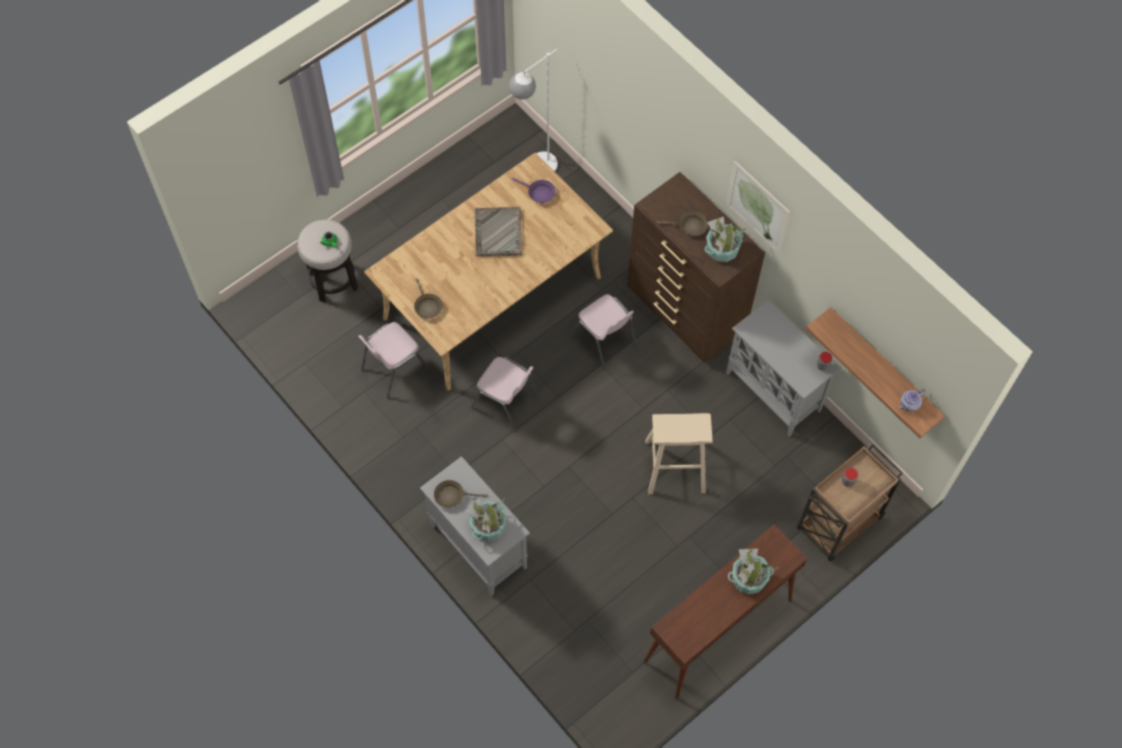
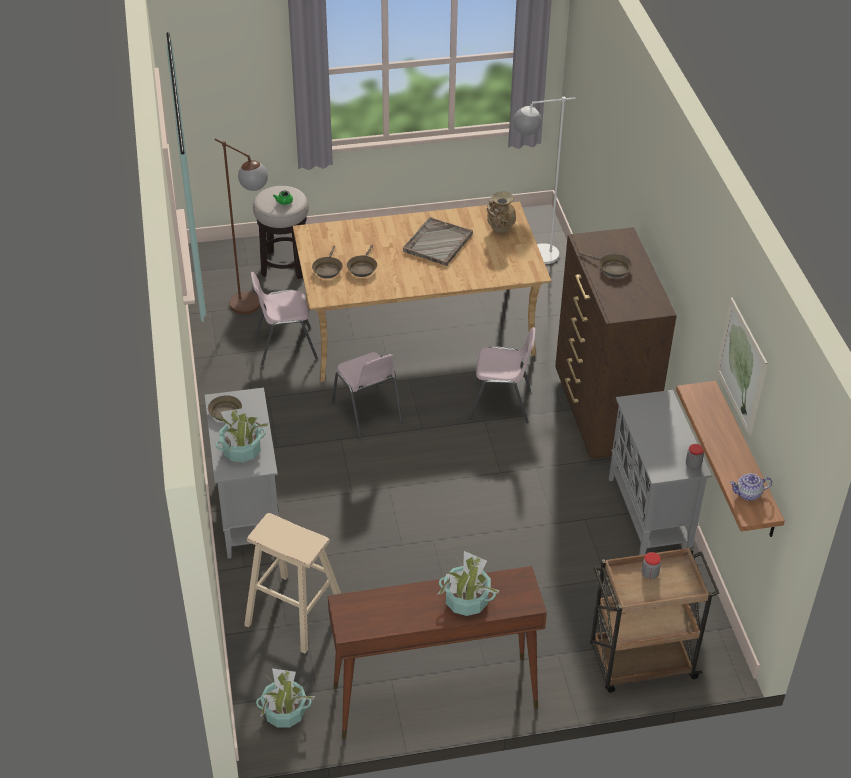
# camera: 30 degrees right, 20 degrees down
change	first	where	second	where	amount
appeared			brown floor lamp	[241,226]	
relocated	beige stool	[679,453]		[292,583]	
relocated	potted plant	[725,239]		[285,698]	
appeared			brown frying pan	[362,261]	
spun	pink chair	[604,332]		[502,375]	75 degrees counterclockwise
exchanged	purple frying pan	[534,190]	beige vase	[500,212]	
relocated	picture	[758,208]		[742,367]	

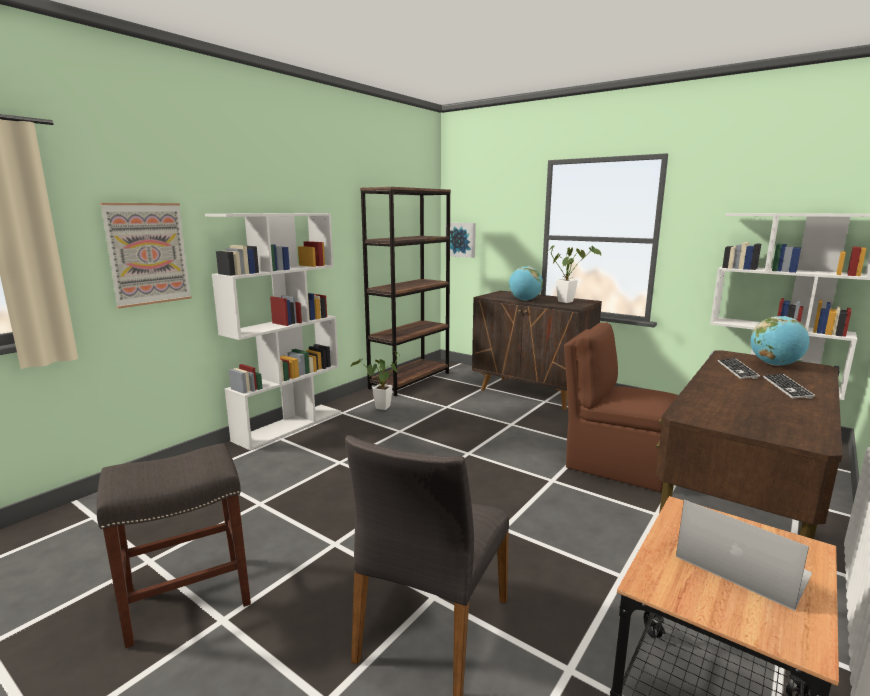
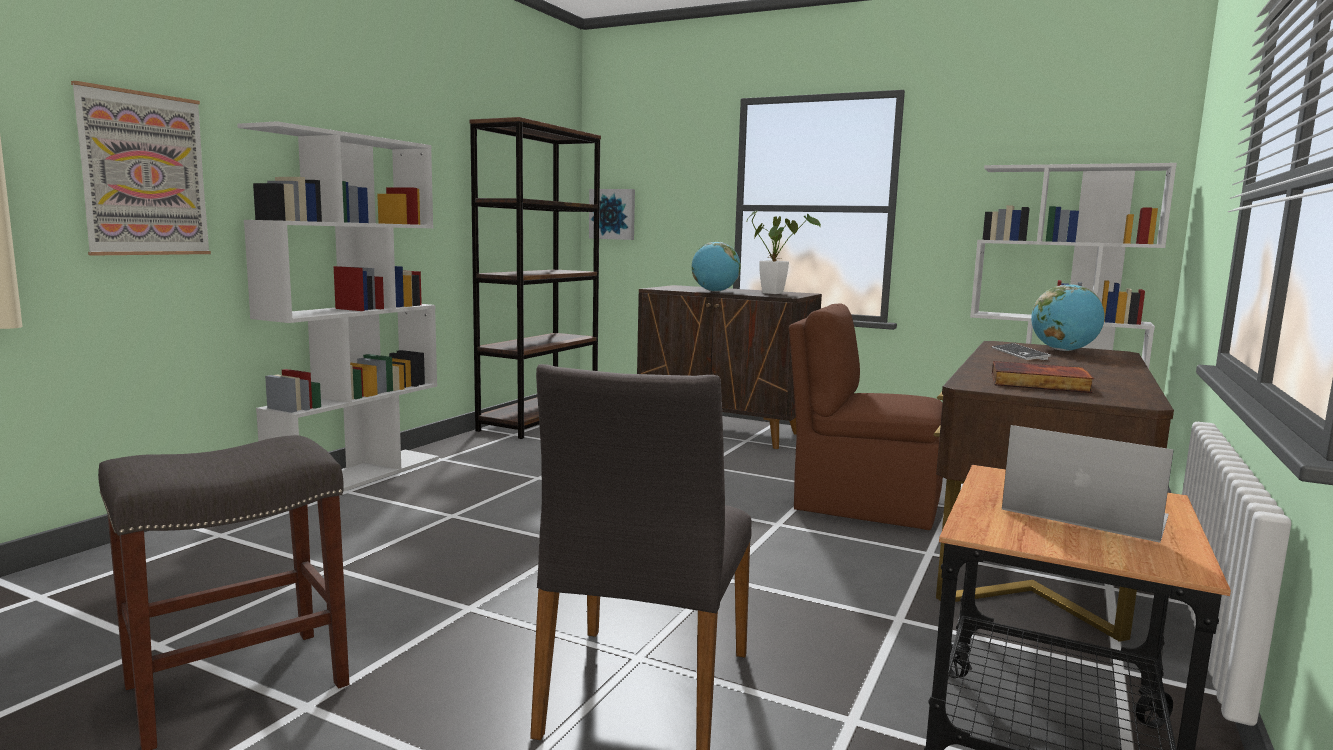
# camera: 10 degrees left, 5 degrees down
change	first	where	second	where	amount
appeared			book	[1043,377]	
missing	potted plant	[375,380]			
missing	keyboard	[789,386]			

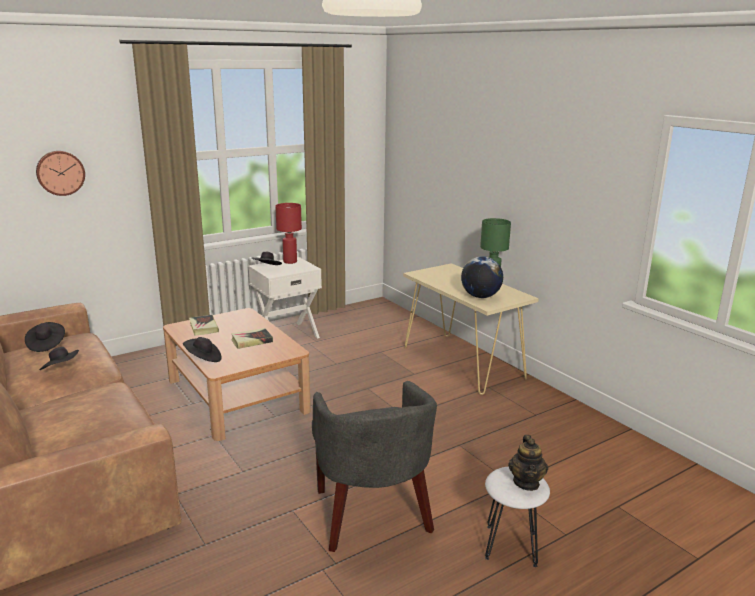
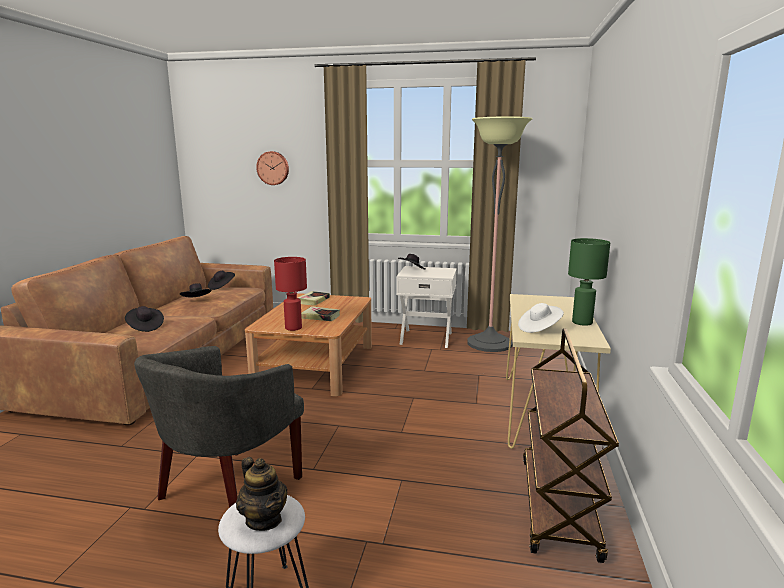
# camera: 45 degrees right, 5 degrees down
change	first	where	second	where	amount
relocated	black hat	[202,349]		[144,319]	
spun	teapot	[528,463]		[262,494]	90 degrees counterclockwise
relocated	red table lamp	[288,233]		[290,294]	
appeared			floor lamp	[499,234]	
exchanged	globe	[482,277]	white hat	[541,318]	
appeared			brown cart	[571,445]	

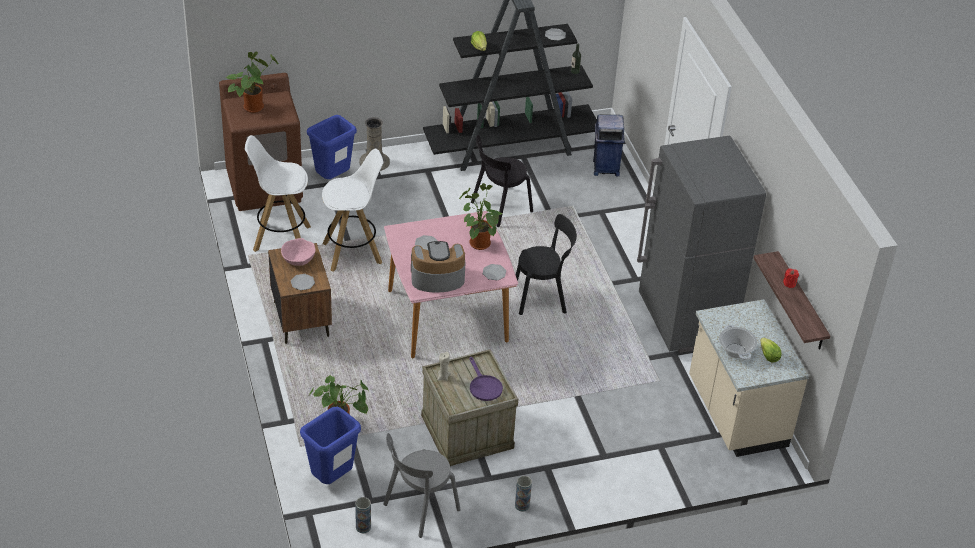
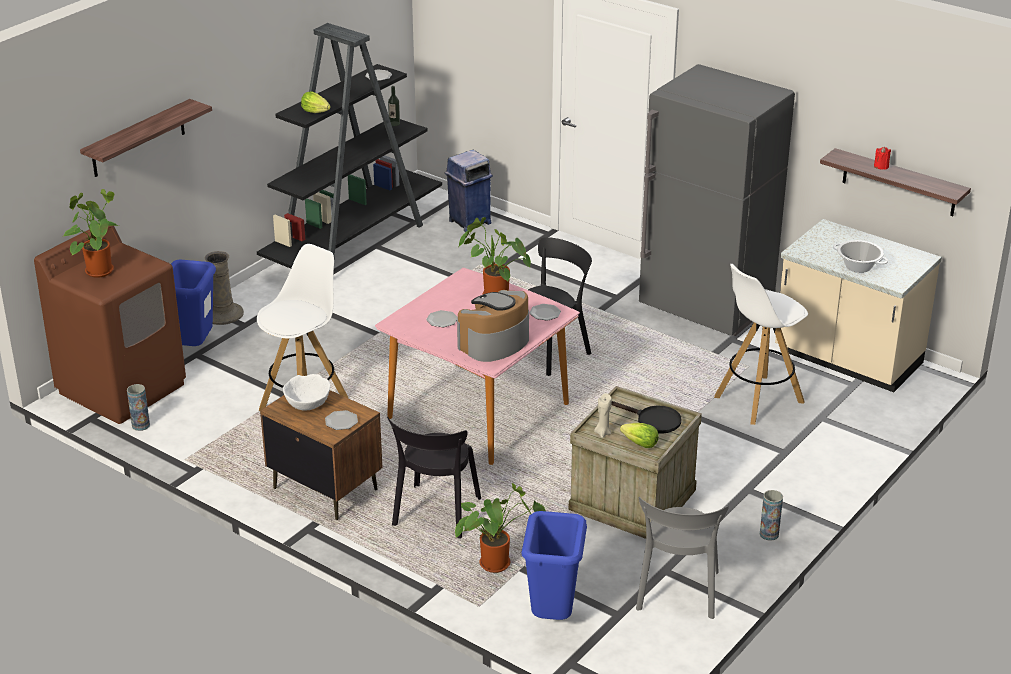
# camera: 35 degrees left, 10 degrees down
change	first	where	second	where	amount
appeared			shelf	[146,138]	
relocated	vase	[363,515]		[138,407]	
colour	pink bowl	[298,252]	white bowl	[306,392]	
relocated	black chair	[502,181]		[434,477]	
colour	purple frying pan	[486,379]	black frying pan	[646,417]	
relocated	lettuce	[771,350]		[639,435]	
relocated	white stool	[278,193]		[761,344]	

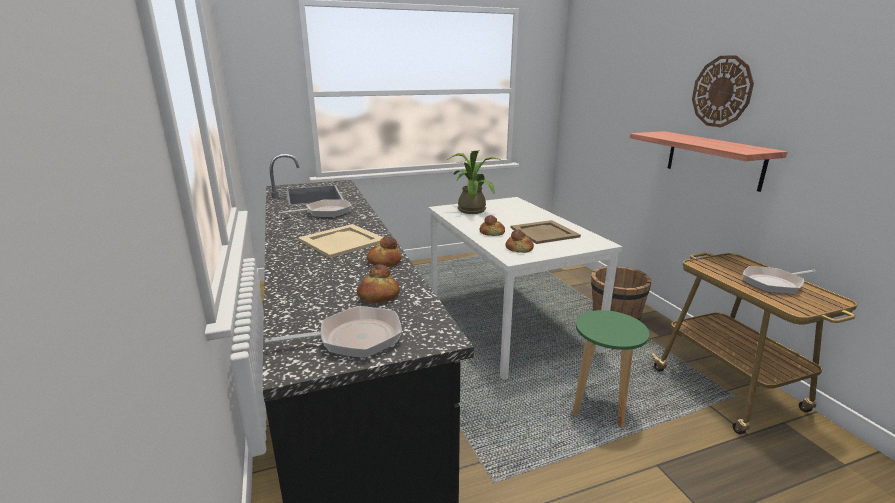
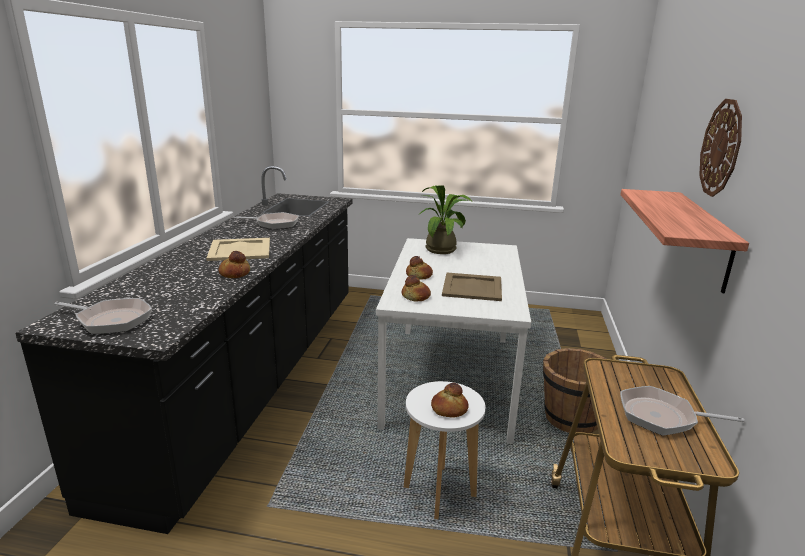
# camera: 30 degrees right, 0 degrees up
change	first	where	second	where	amount
colour	green stool	[611,369]	white stool	[445,450]	
relocated	bread	[378,283]		[450,400]	

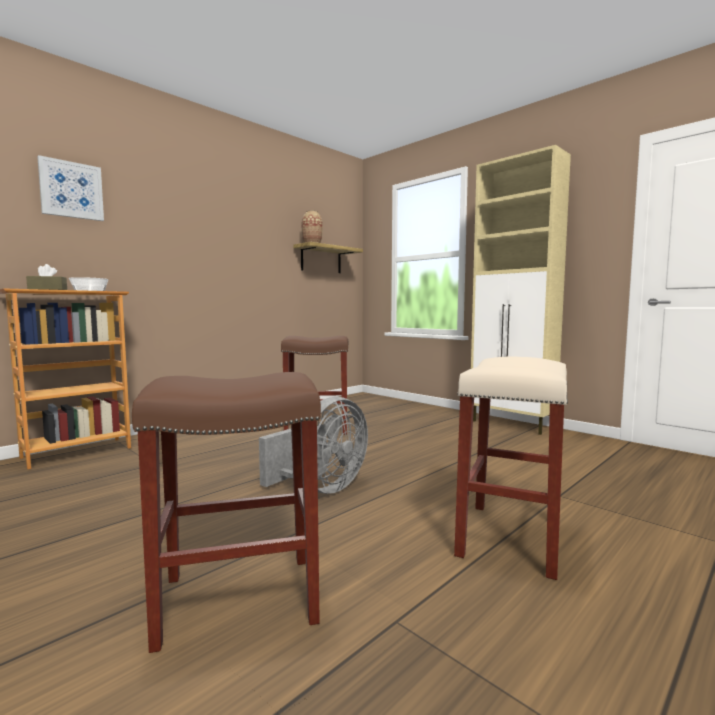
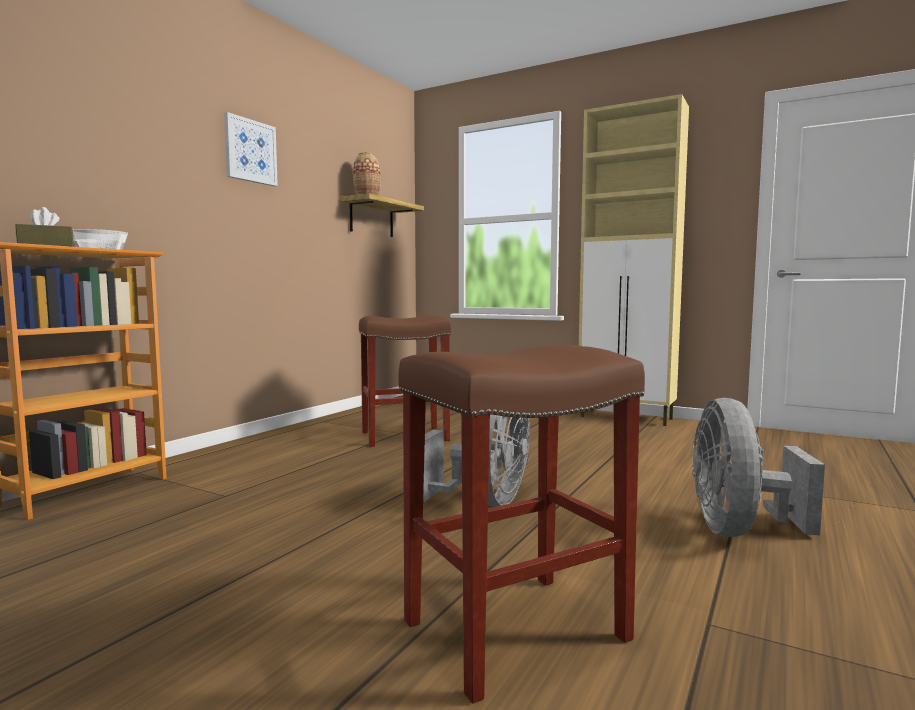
# camera: 15 degrees left, 0 degrees up
change	first	where	second	where	amount
relocated	picture	[70,188]		[251,149]	
exchanged	beige stool	[511,468]	grey fan	[758,467]	

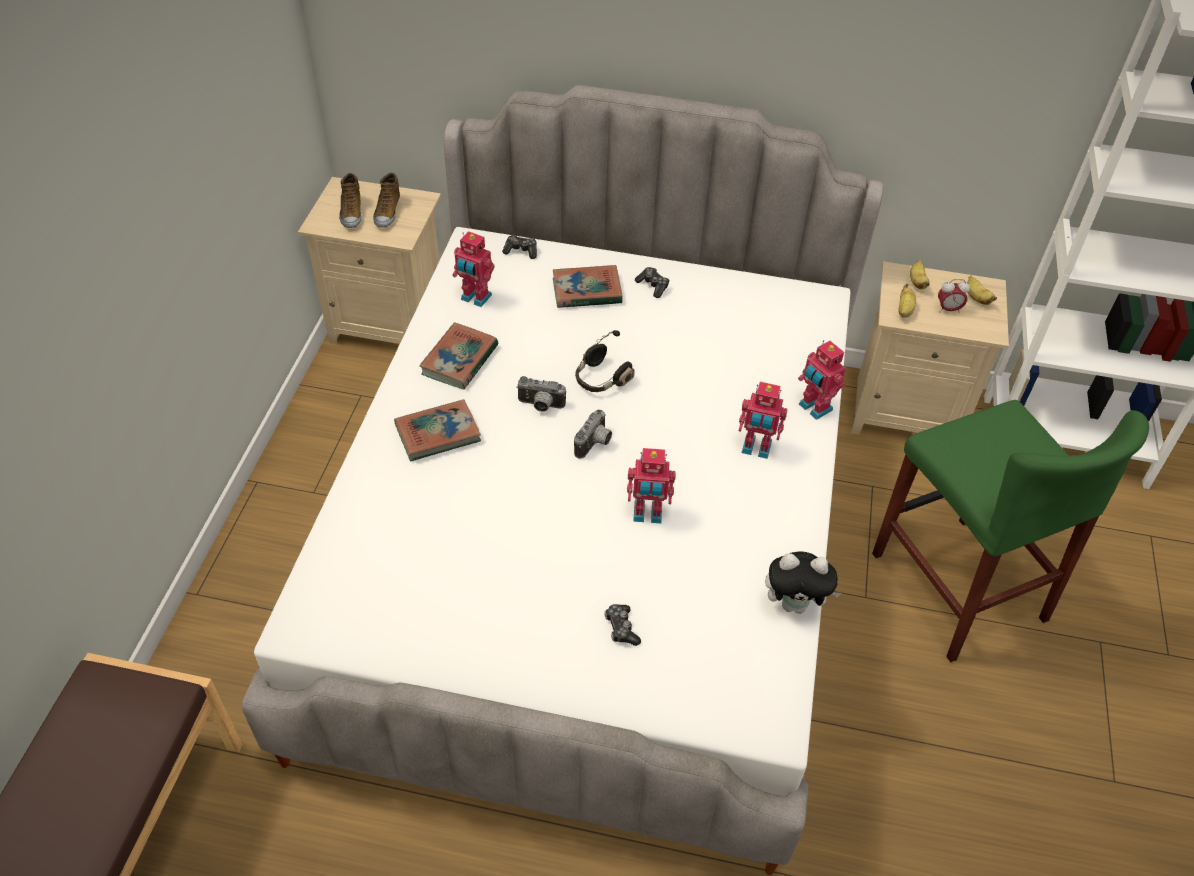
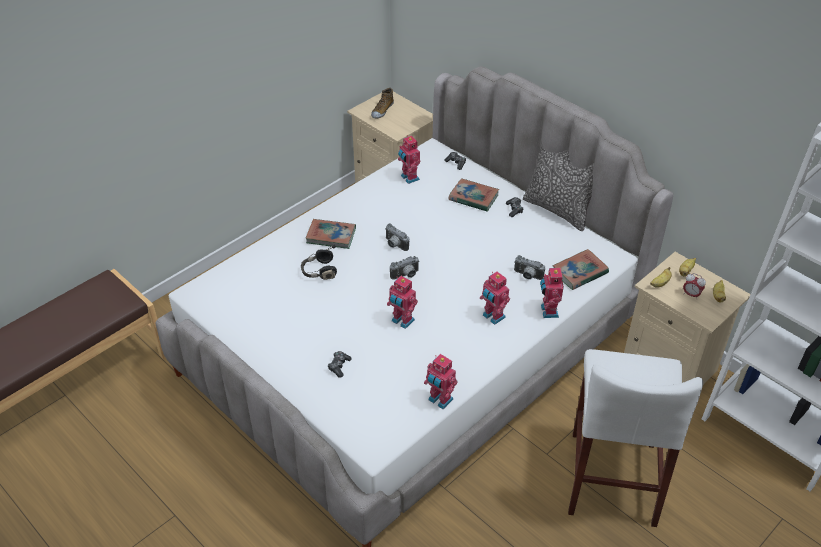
# camera: 35 degrees right, 5 degrees down
change	first	where	second	where	amount
relocated	black headphones	[605,361]		[319,262]	
exchanged	plush toy	[803,583]	toy robot	[441,381]	
appeared			photo camera	[529,267]	
appeared			pillow	[558,185]	
relocated	book	[458,355]		[580,269]	
colour	green stool	[1010,531]	white stool	[635,438]	
missing	shoe	[386,200]			

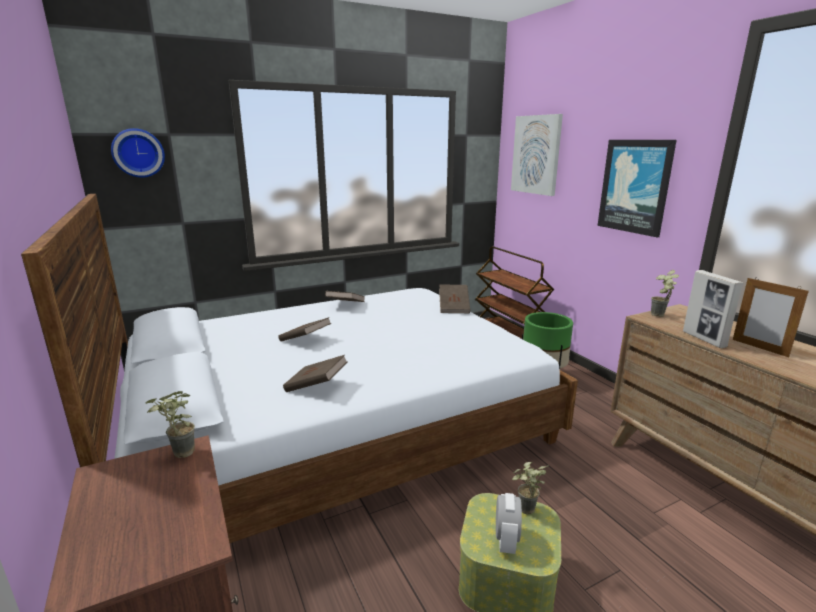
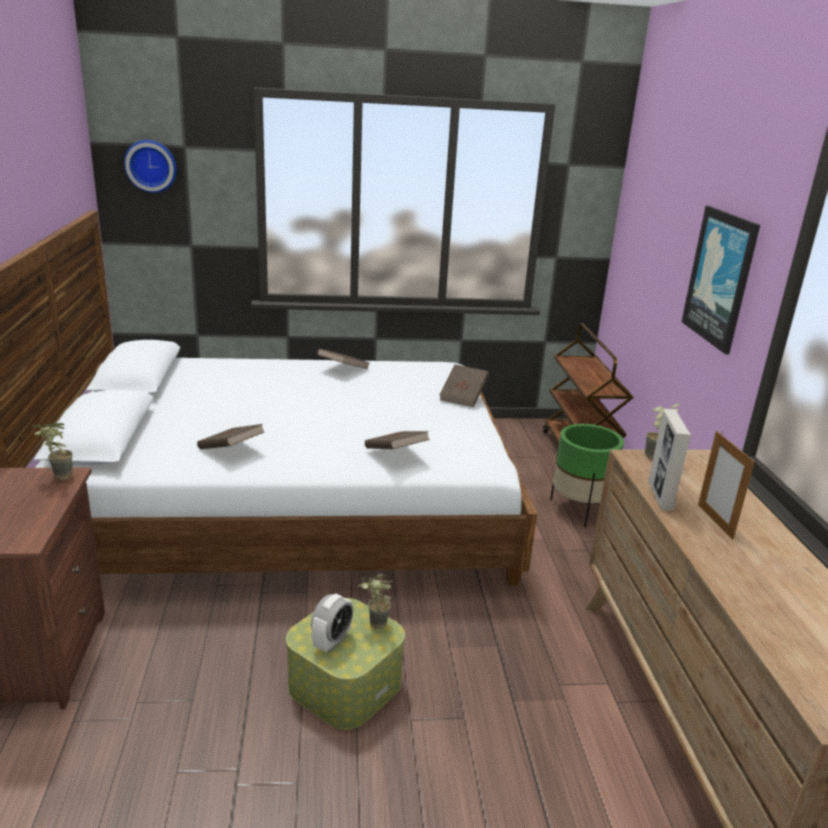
# camera: 20 degrees right, 5 degrees up
change	first	where	second	where	amount
relocated	brown book	[305,329]		[397,440]	
missing	picture	[537,155]			

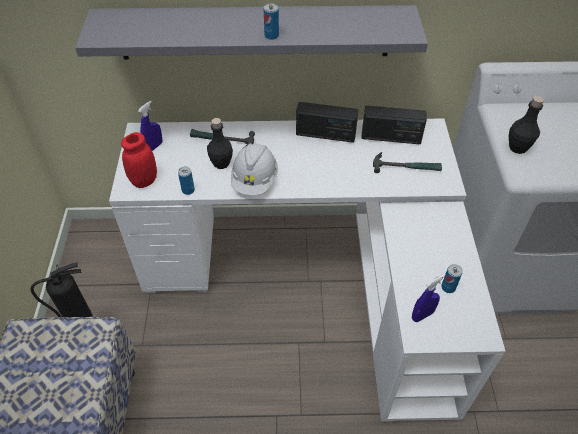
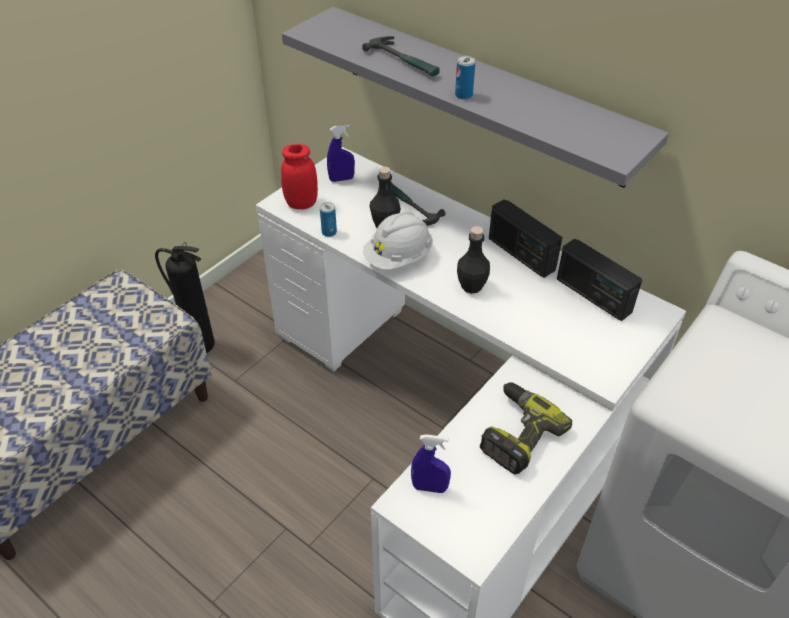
# camera: 40 degrees right, 5 degrees down
change	first	where	second	where	amount
relocated	hammer	[407,162]		[401,56]	
relocated	black bottle	[526,125]		[473,260]	
appeared			power drill	[526,428]	
missing	can	[452,278]			

